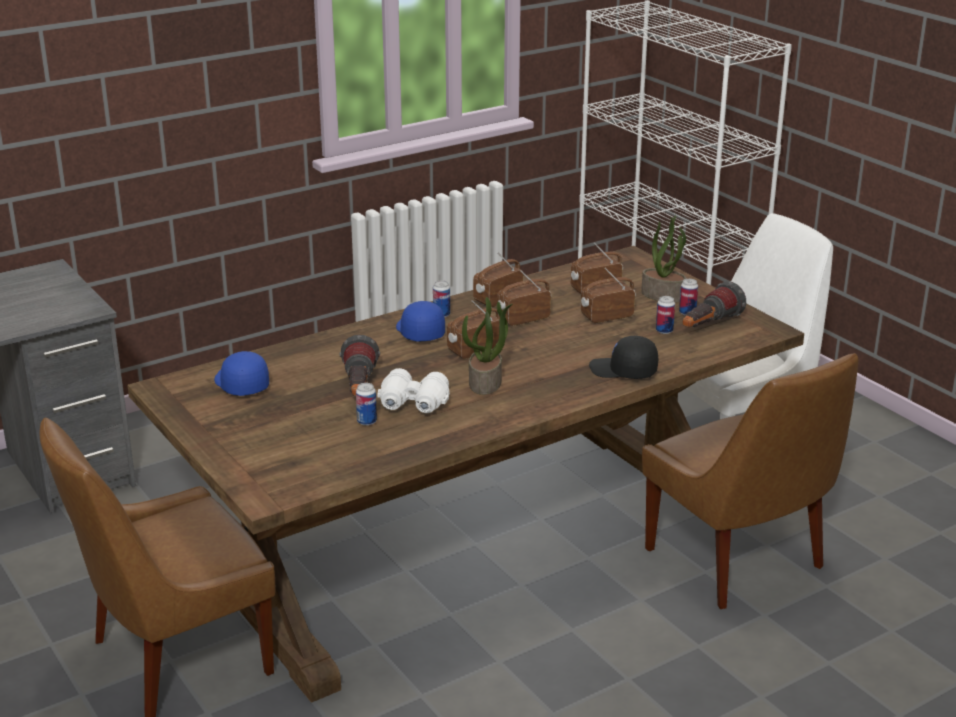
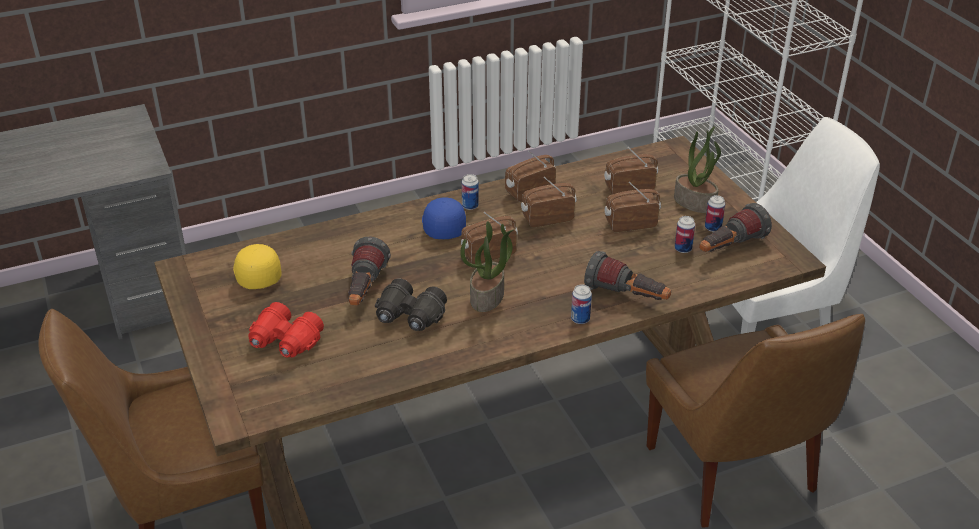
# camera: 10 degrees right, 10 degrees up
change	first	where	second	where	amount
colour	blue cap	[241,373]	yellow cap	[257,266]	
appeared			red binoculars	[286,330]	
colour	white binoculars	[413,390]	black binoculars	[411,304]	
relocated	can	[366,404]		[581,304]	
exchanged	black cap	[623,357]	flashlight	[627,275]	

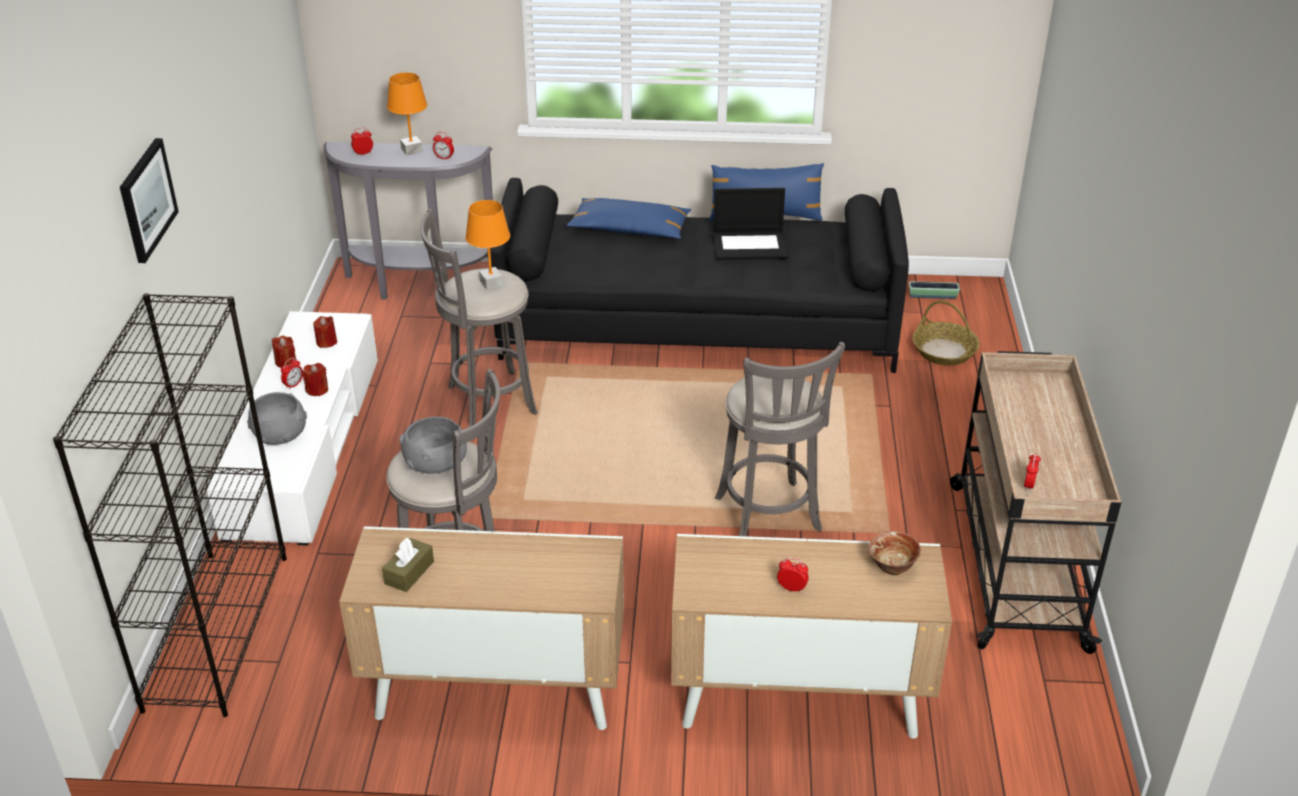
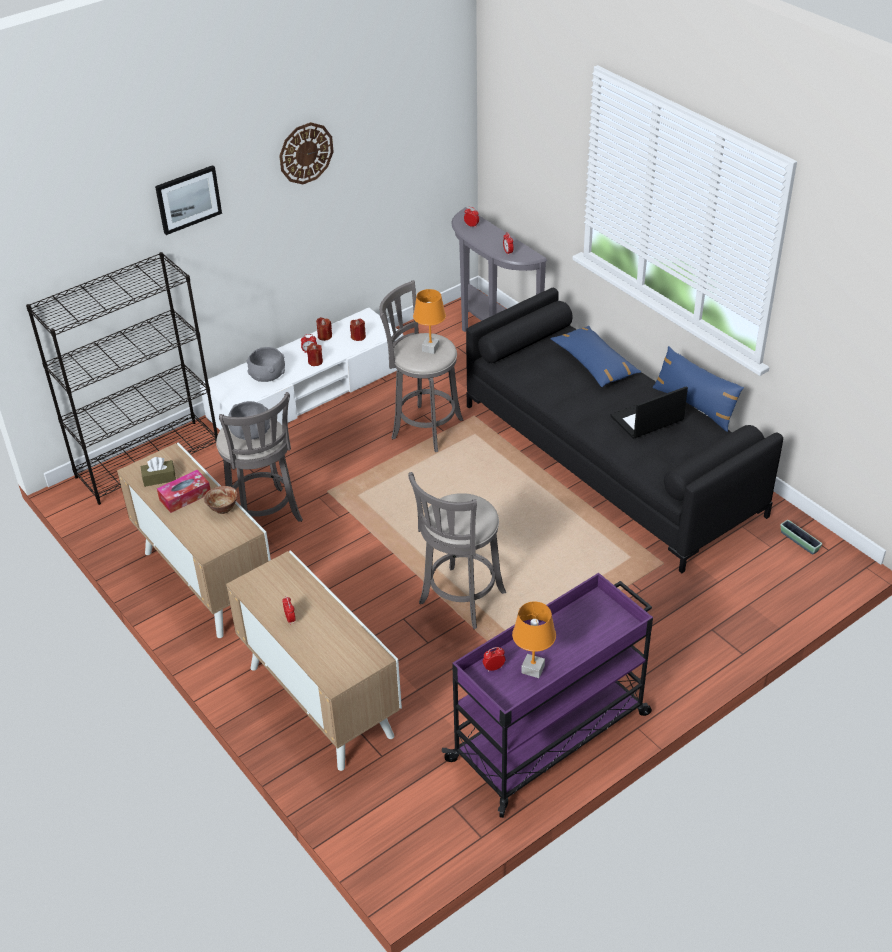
# camera: 50 degrees right, 5 degrees up
change	first	where	second	where	amount
appeared			tissue box	[183,491]	
relocated	bowl	[894,553]		[220,500]	
appeared			wall clock	[306,153]	
colour	beige cart	[1035,502]	purple cart	[547,695]	
relocated	orange table lamp	[407,113]		[534,639]	
spun	laptop	[750,224]		[649,412]	105 degrees clockwise
missing	basket	[946,333]			

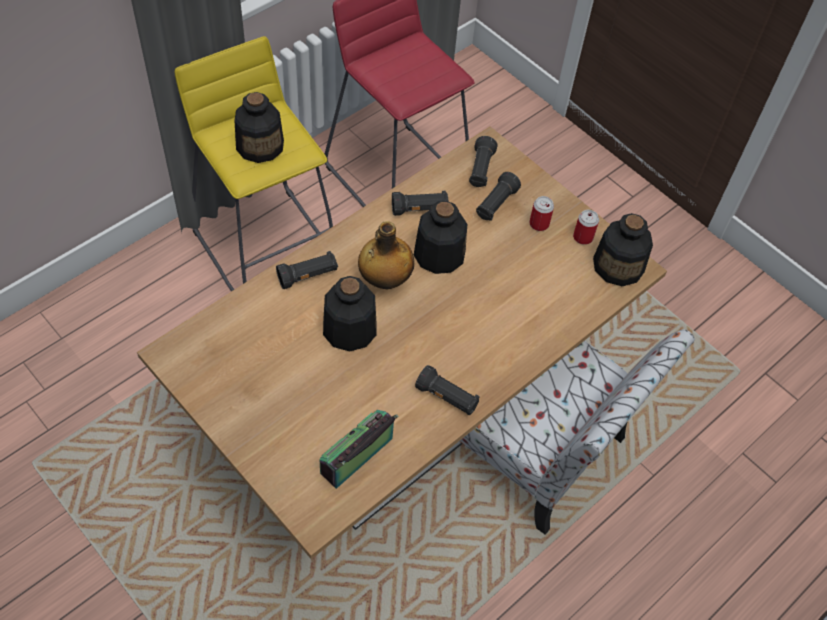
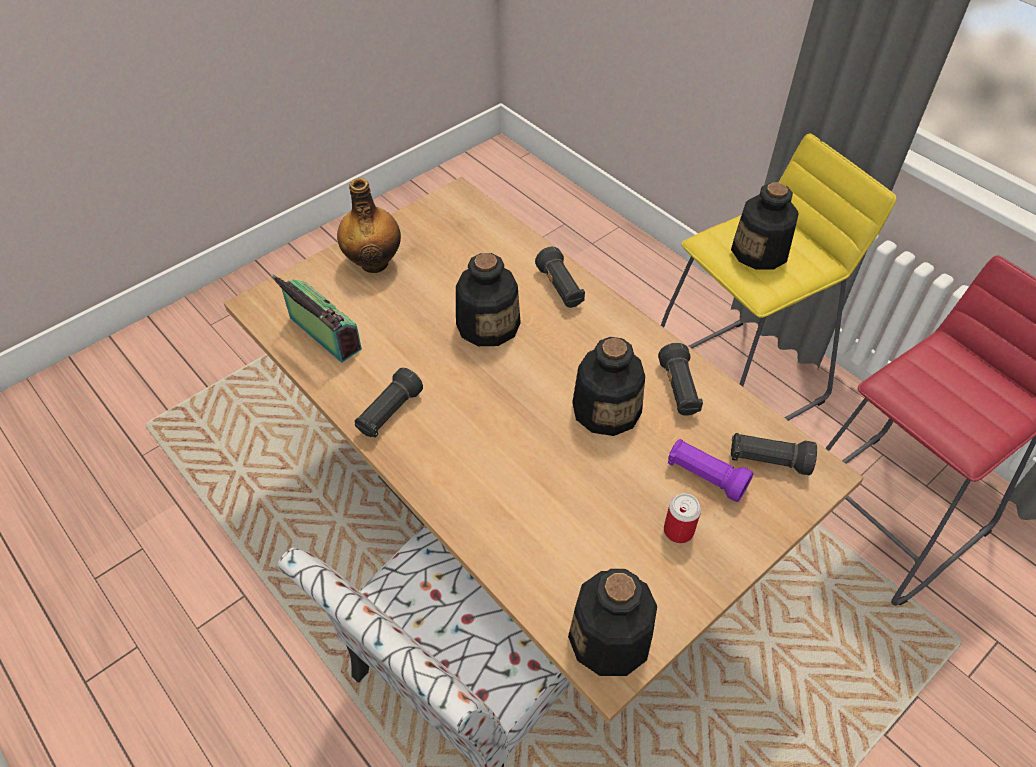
# camera: 95 degrees right, 5 degrees down
change	first	where	second	where	amount
relocated	bottle	[386,255]		[369,225]	
colour	black flashlight	[498,196]	purple flashlight	[711,470]	
missing	can	[586,227]			

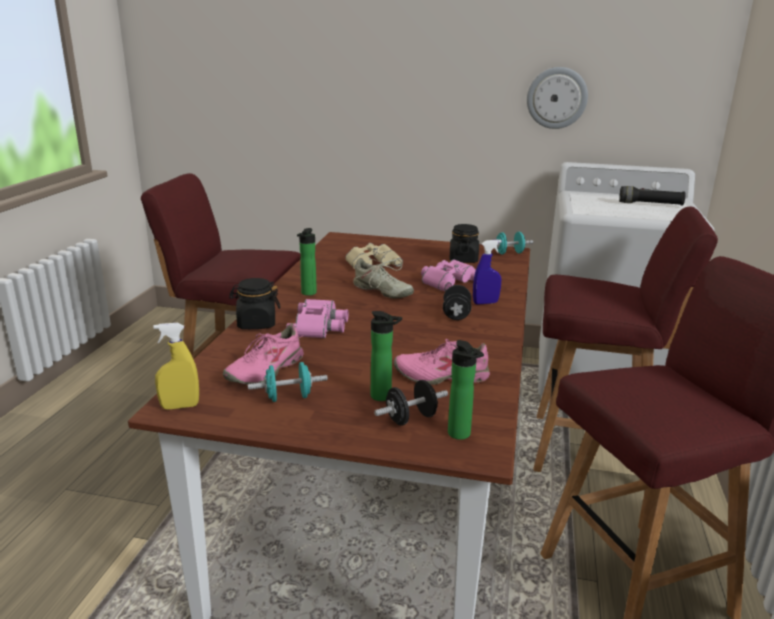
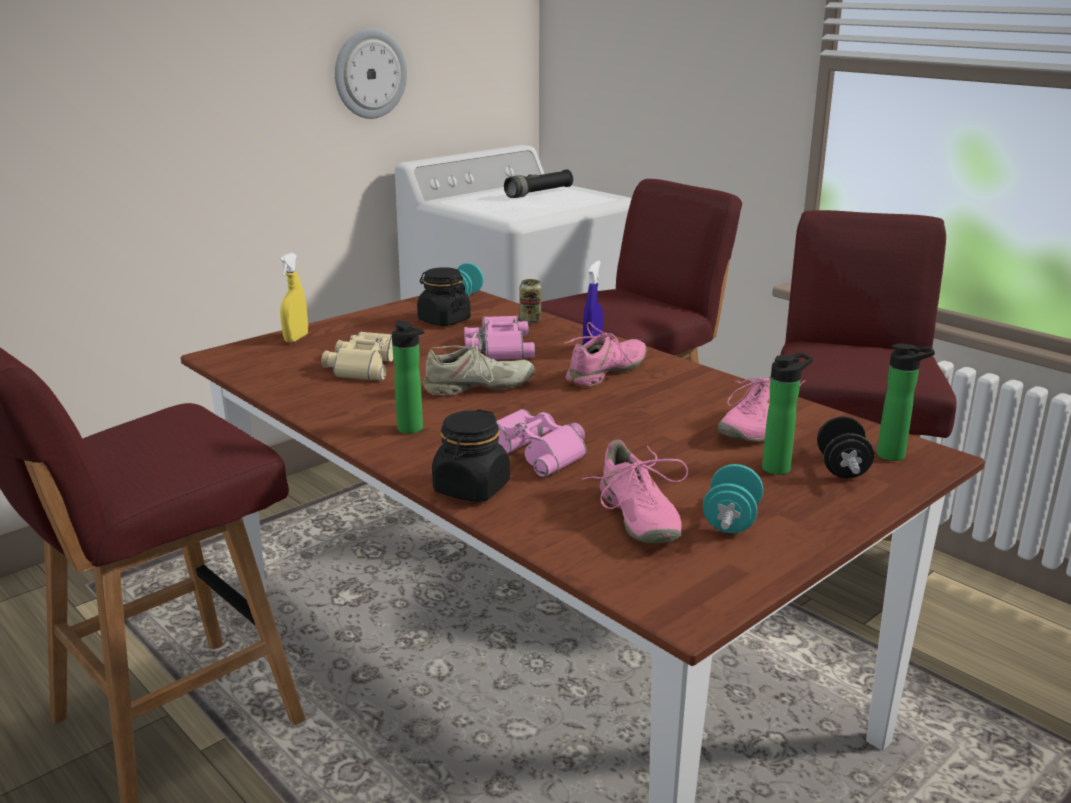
# camera: 55 degrees left, 0 degrees up
change	first	where	second	where	amount
relocated	yellow spray bottle	[176,366]		[293,298]	
appeared			can	[530,301]	
exchanged	black dumbbell	[457,302]	pink shoe	[606,355]	

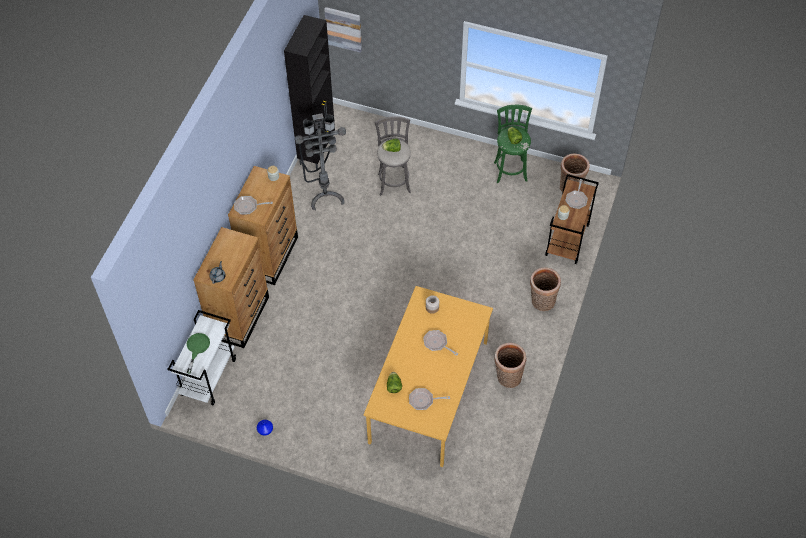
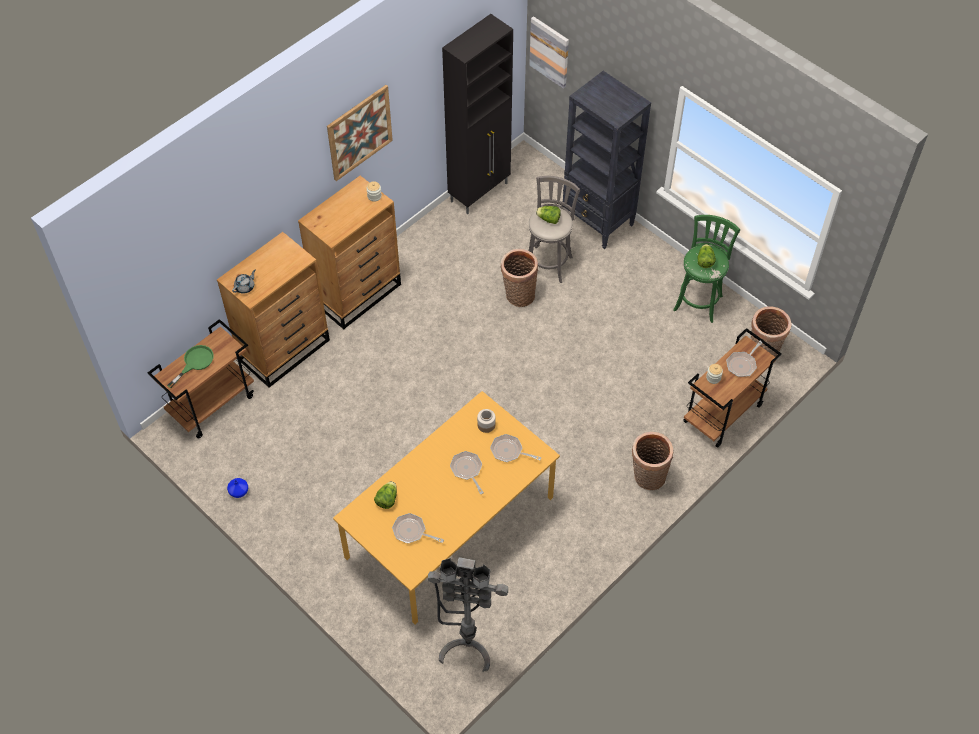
# camera: 25 degrees right, 0 degrees up
change	first	where	second	where	amount
colour	white cart	[201,357]	brown cart	[201,379]	
appeared			picture	[360,133]	
relocated	grey floor lamp	[320,161]		[468,614]	
relocated	frying pan	[253,205]		[515,448]	
relocated	basket	[510,365]		[519,278]	
appeared			black bookcase	[606,160]	

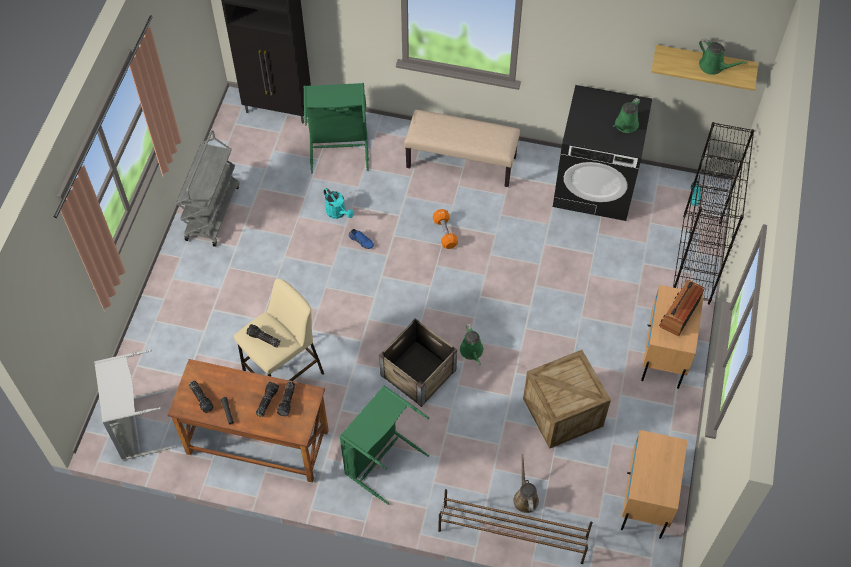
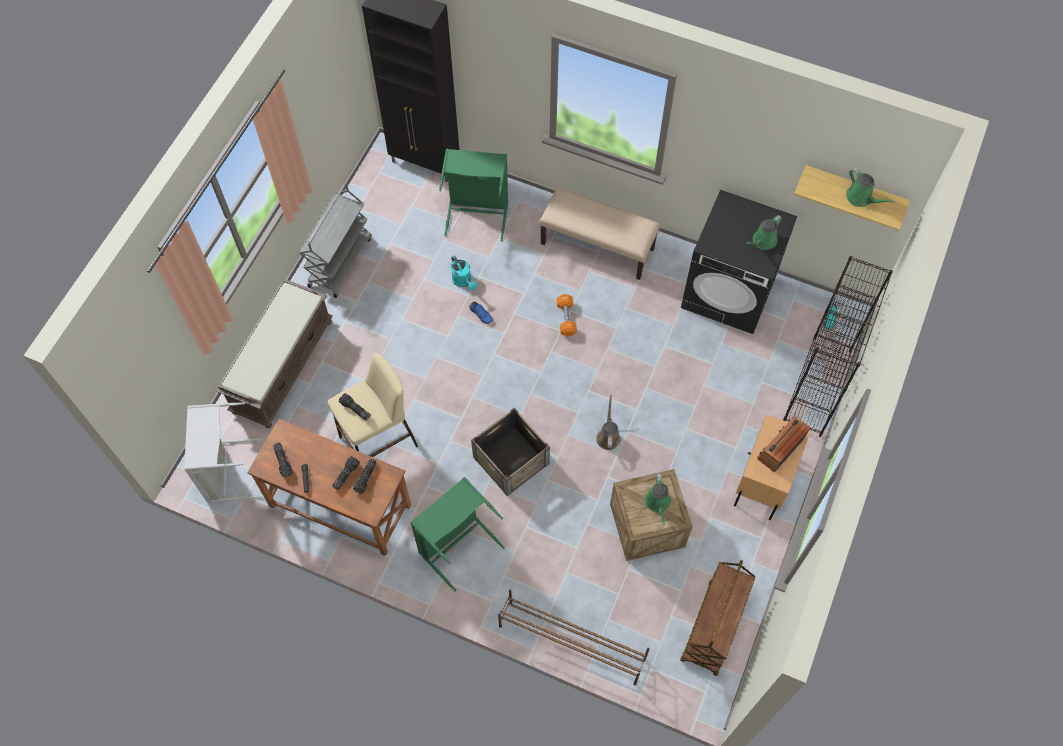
# camera: 10 degrees right, 5 degrees up
change	first	where	second	where	amount
appeared			brown bench	[275,353]	
relocated	brown watering can	[526,483]		[608,422]	
relocated	green watering can	[471,344]		[658,499]	
exchanged	beige nightstand	[654,484]	brown cart	[718,618]	

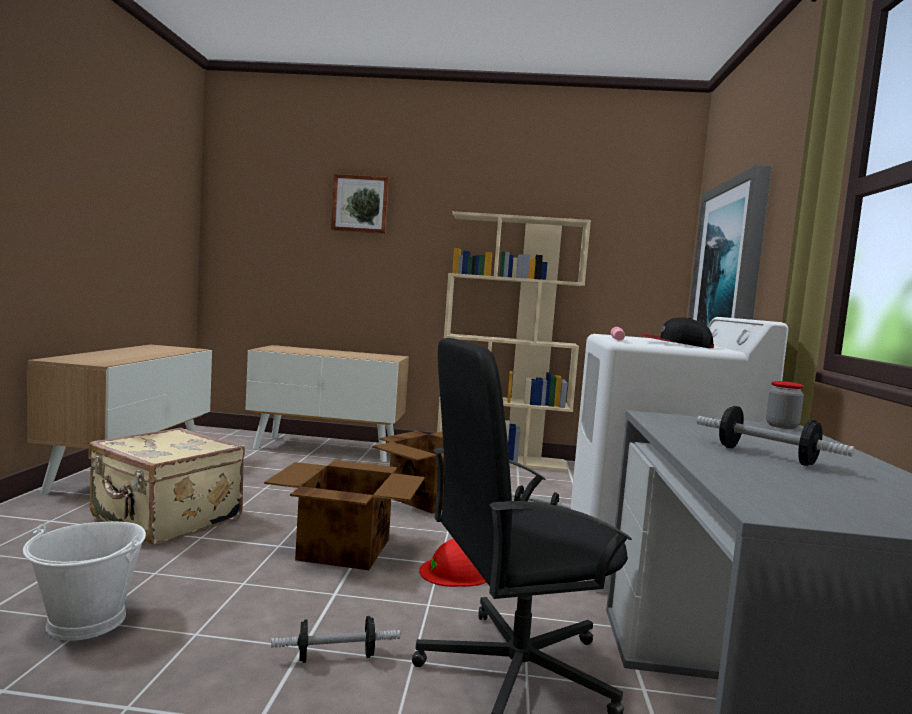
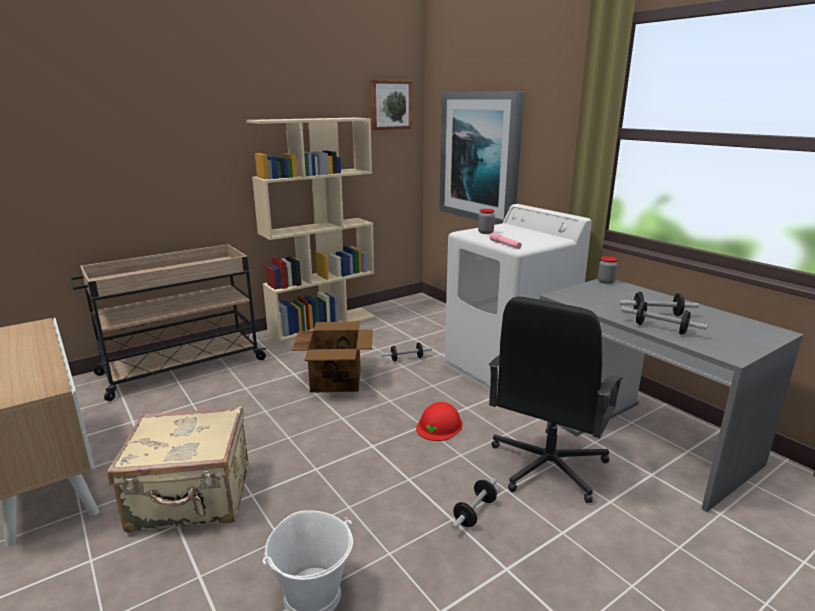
# camera: 40 degrees left, 15 degrees up
change	first	where	second	where	amount
exchanged	cabinet	[327,403]	beige cart	[168,322]	
relocated	picture	[360,204]		[391,105]	
appeared			jar	[486,221]	
appeared			dumbbell	[664,318]	
missing	cardboard box	[344,515]			
missing	cap	[677,332]			

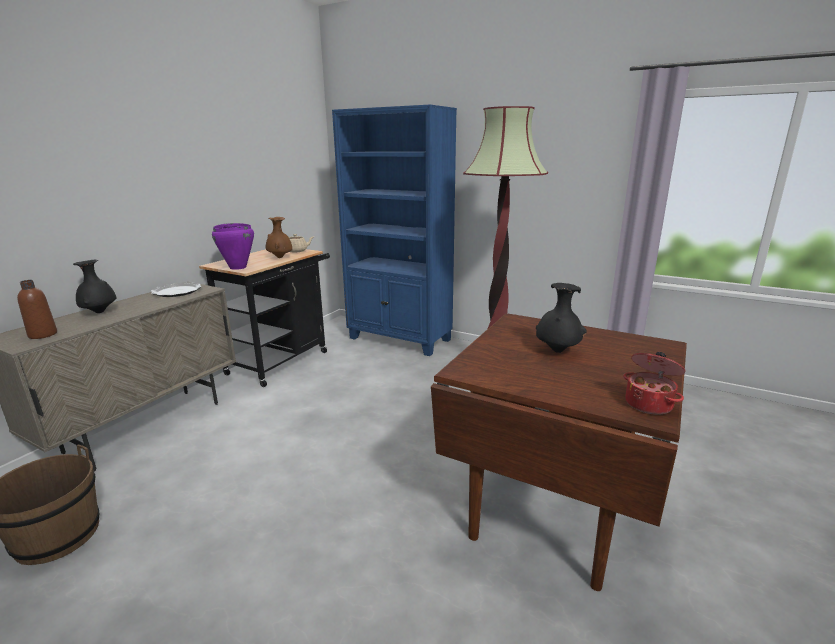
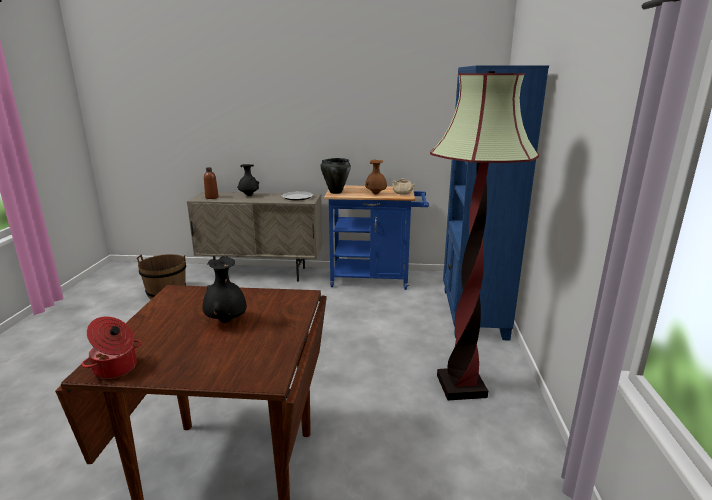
# camera: 65 degrees right, 0 degrees up
change	first	where	second	where	amount
colour	purple cooking pot	[233,246]	black cooking pot	[335,176]	
colour	black cart	[264,318]	blue cart	[376,237]	

